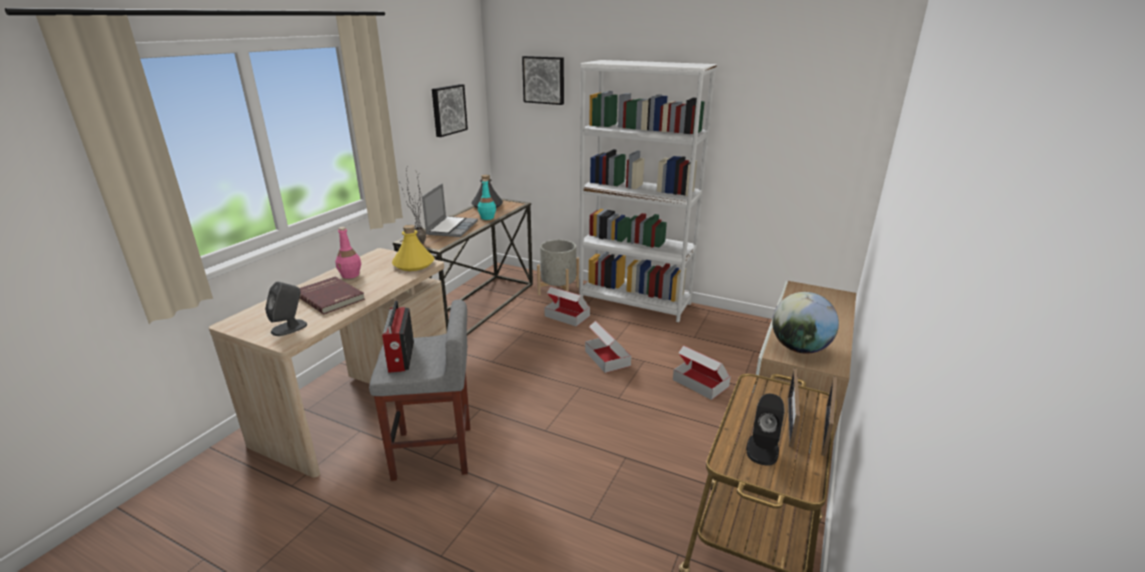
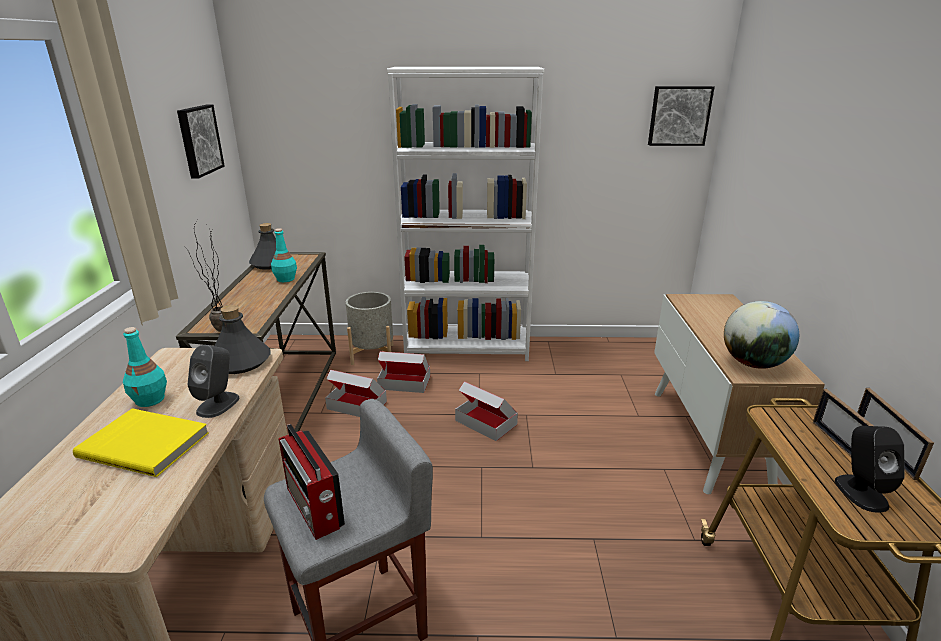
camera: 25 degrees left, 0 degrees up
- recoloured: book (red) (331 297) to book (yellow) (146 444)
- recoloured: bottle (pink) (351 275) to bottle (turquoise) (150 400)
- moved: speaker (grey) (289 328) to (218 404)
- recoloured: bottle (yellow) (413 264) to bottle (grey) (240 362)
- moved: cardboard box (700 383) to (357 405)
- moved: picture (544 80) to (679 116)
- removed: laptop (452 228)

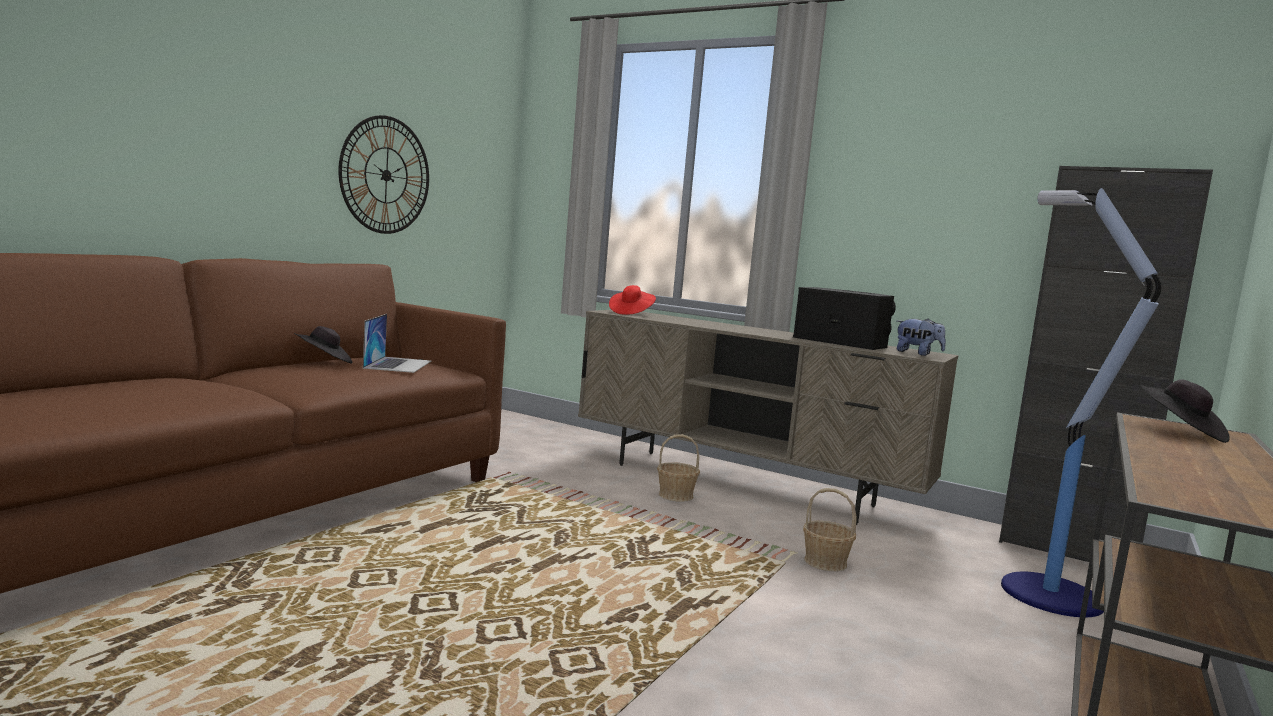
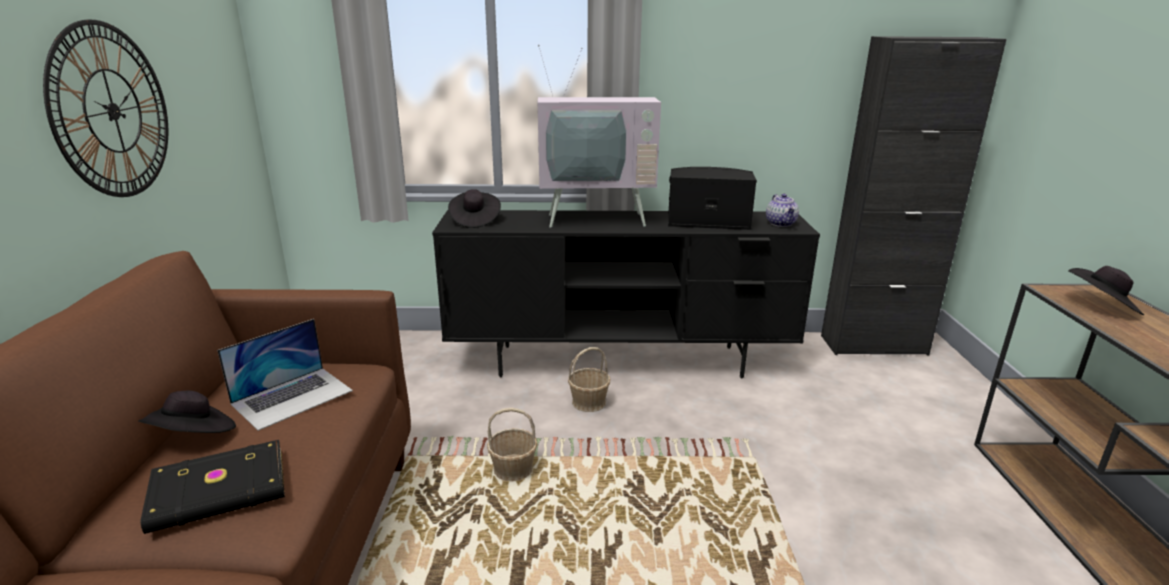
camera: 30 degrees left, 15 degrees up
- added: book (black) (220 491)
- turned: laptop (398 364) = (293 397) 75 degrees clockwise
- recoloured: tv stand (beige) (743 485) to tv stand (black) (621 361)
- recoloured: hat (red) (631 313) to hat (black) (474 220)
- moved: basket (825 562) to (513 469)
- added: television (596 217)
- replaced: plush toy (917 354) to teapot (781 223)
- removed: floor lamp (1047 593)

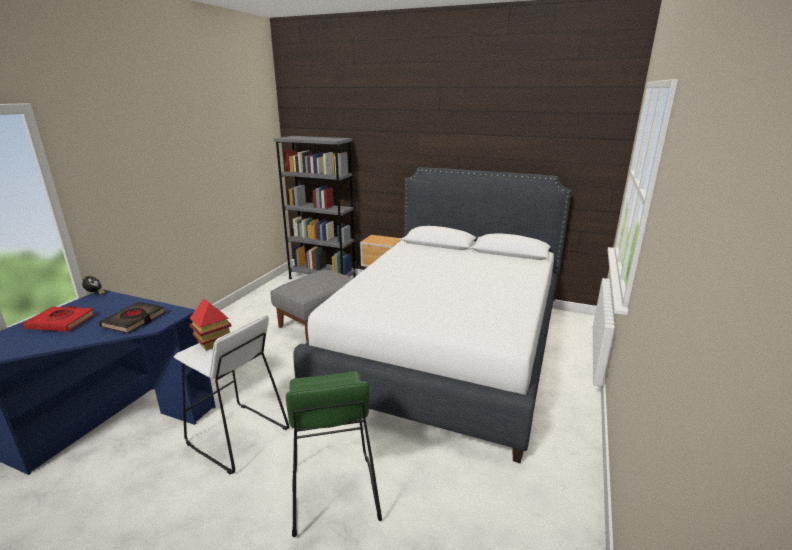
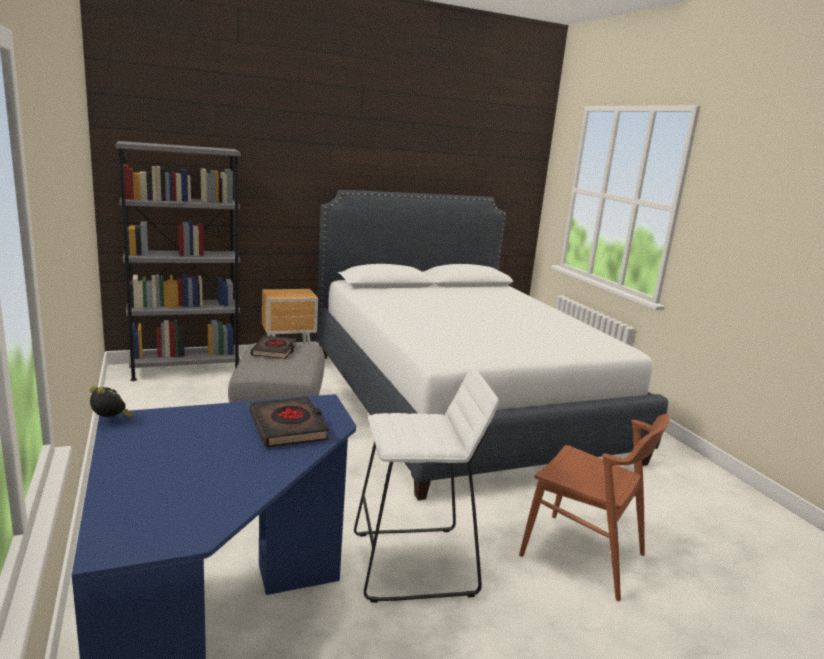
camera: 45 degrees left, 5 degrees down
- added: book (black) (274 351)
- replaced: stool (green) (333 494) to chair (brown) (583 555)
- removed: book (red) (61 322)
- removed: toy house (213 342)

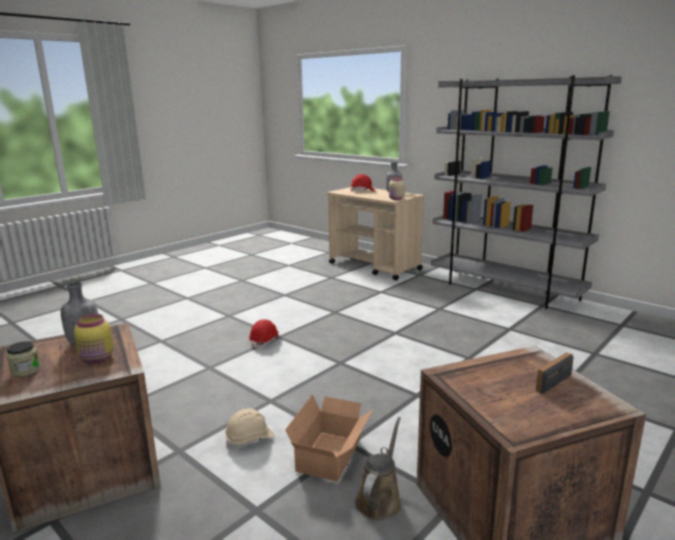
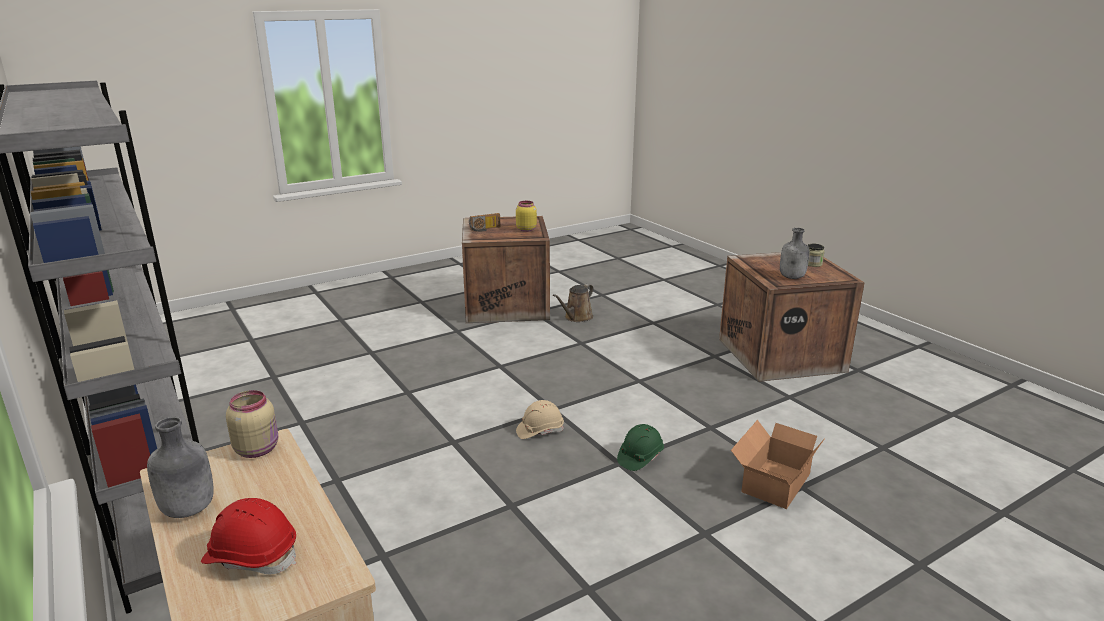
camera: 165 degrees left, 5 degrees up
- moved: jar (yellow) (97 359) to (526 229)
- moved: hard hat (beige) (250 439) to (539 431)
- recoloured: hard hat (red) (265 341) to hard hat (green) (640 457)
- moved: cardboard box (332 455) to (772 483)

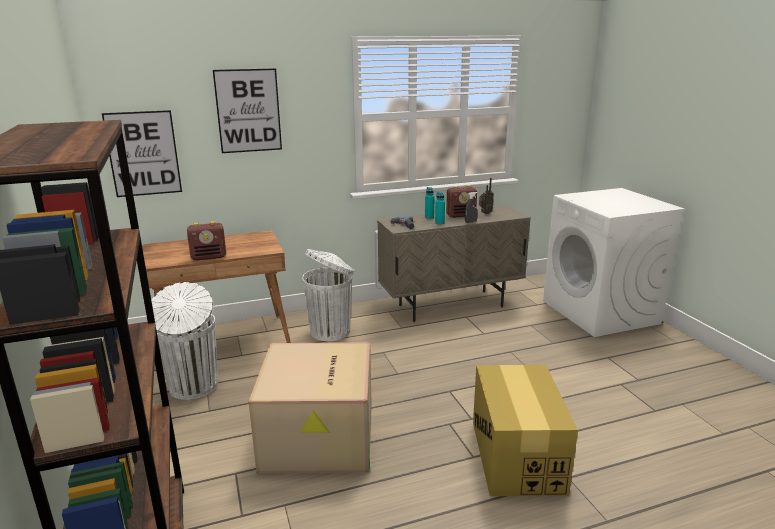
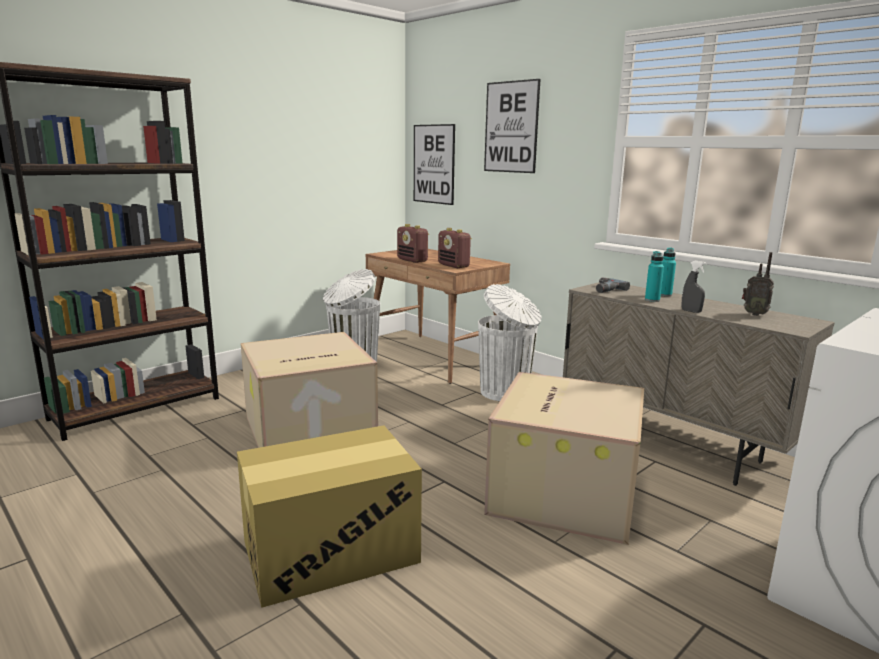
camera: 65 degrees right, 5 degrees down
- moved: radio (461 215) to (454 266)
- added: cardboard box (562 491)

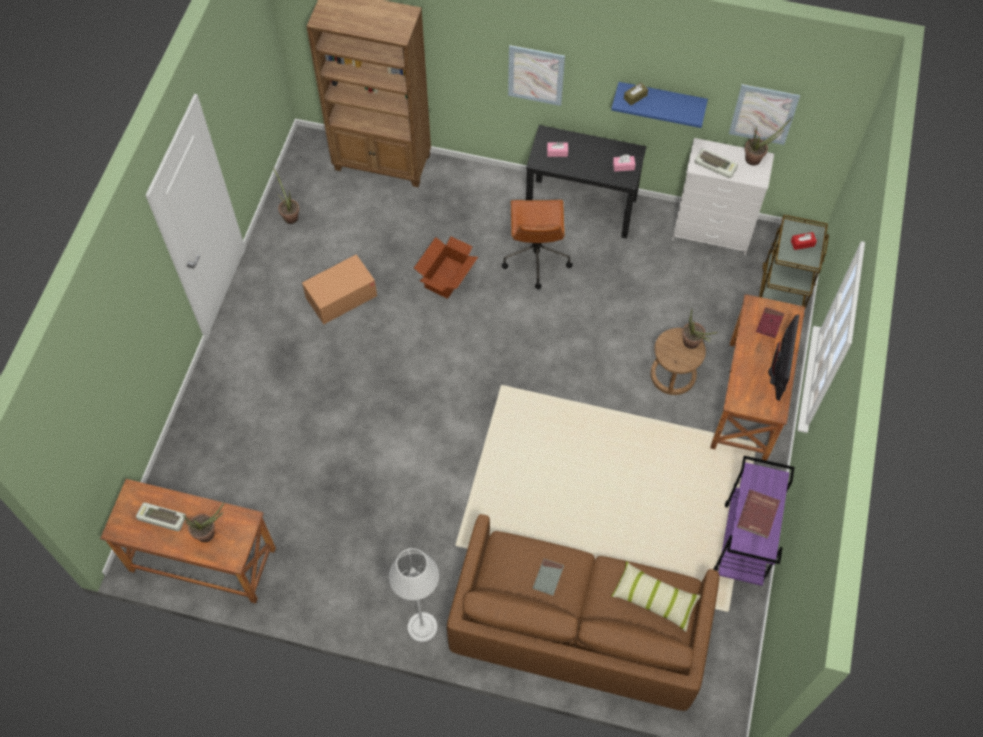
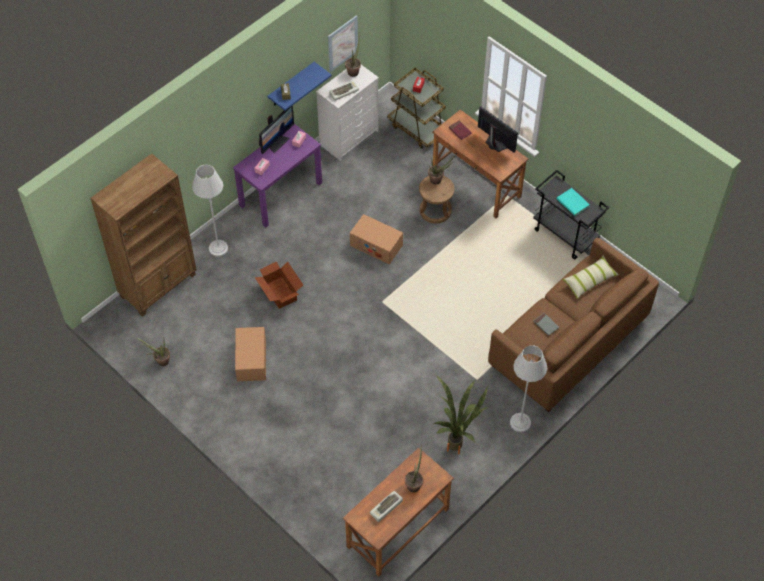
camera: 60 degrees left, 5 degrees down
- added: floor lamp (grey) (218 248)
- recoloured: desk (black) (581 207) to desk (purple) (281 194)
- added: monitor (277 143)
- added: cardboard box (376 245)
- added: potted plant (457 443)
- recoloured: cart (purple) (743 544) to cart (black) (565 235)
- recoloured: book (red) (759 515) to book (turquoise) (573 202)
- removed: office chair (brown) (536 258)
- removed: picture (536 75)

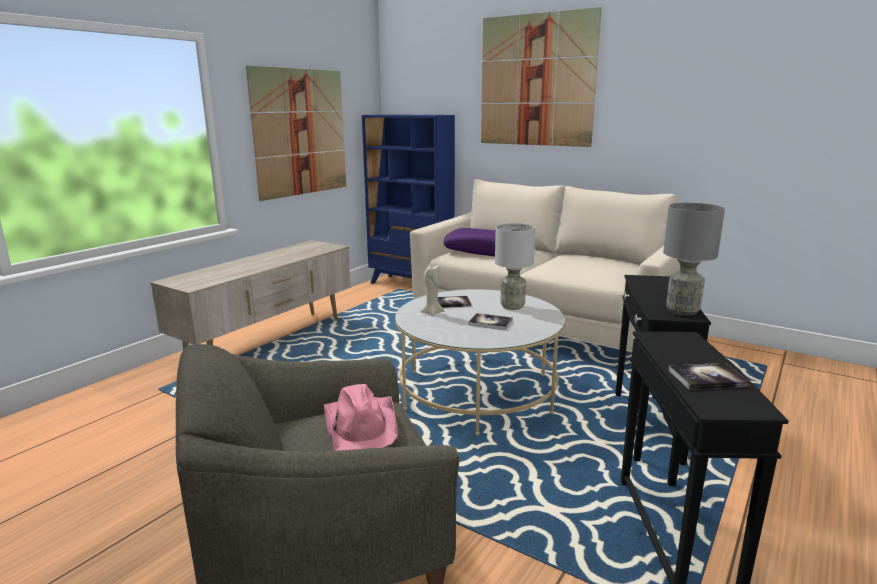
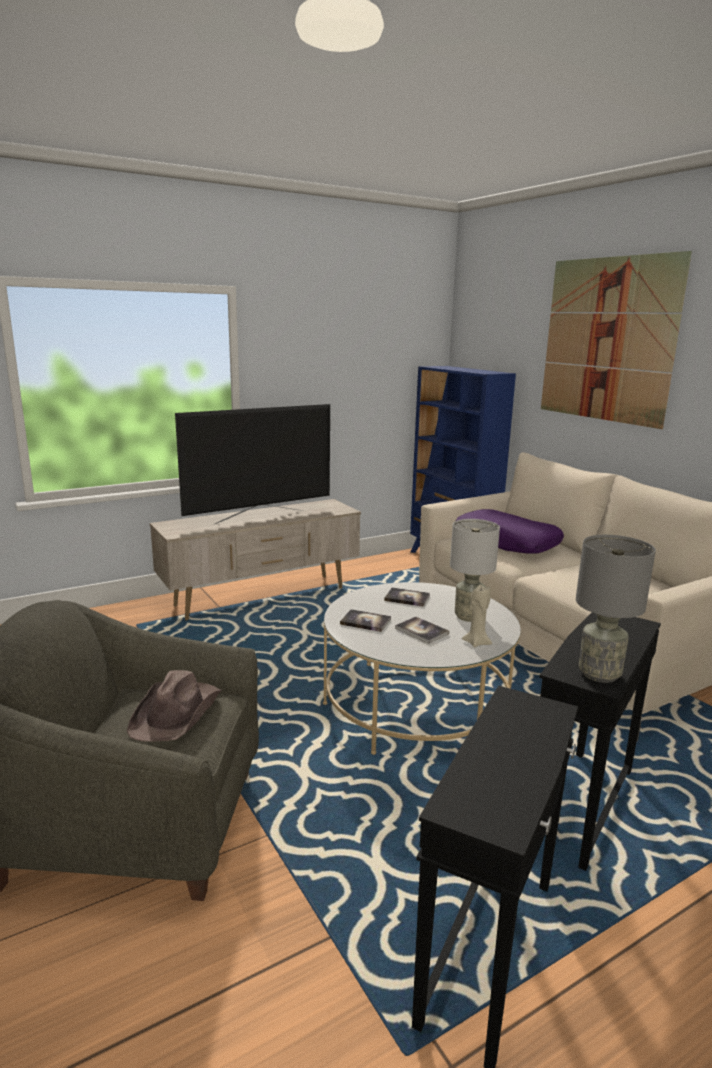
camera: 25 degrees right, 0 degrees up
- recoloured: hat (pink) (361 425) to hat (brown) (177 712)
- added: television (259 517)
- moved: book (707 378) to (365 622)
- moved: candle (beige) (432 313) to (476 643)
- removed: picture (301 132)

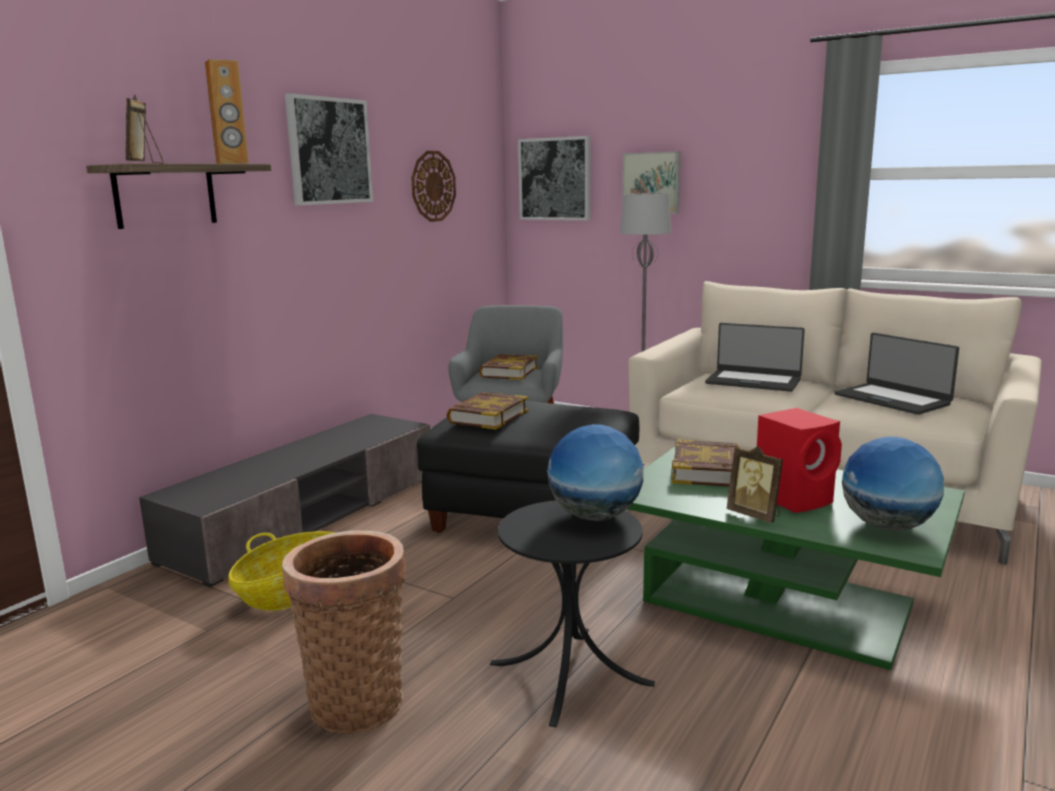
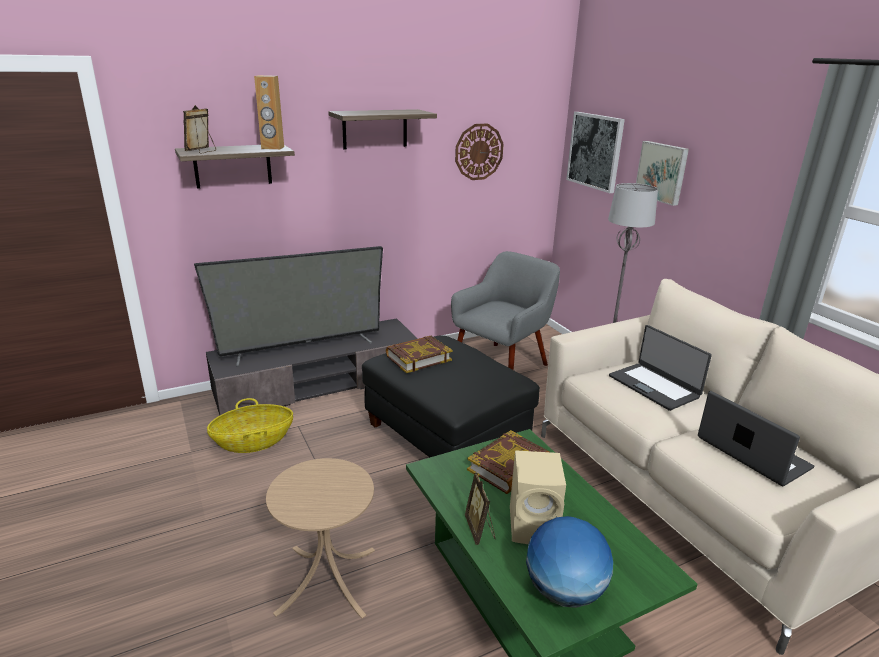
camera: 30 degrees right, 10 degrees up
- added: television (302 347)
- recoloured: side table (black) (570 673) to side table (beige) (327 580)
- replaced: picture (329 151) to shelf (375 129)
- recoloured: speaker (red) (795 498) to speaker (beige) (535 526)
- turned: laptop (892 399) = (752 453) 150 degrees clockwise
- removed: basket (356 700)
- removed: book (508 372)
- removed: globe (594 516)

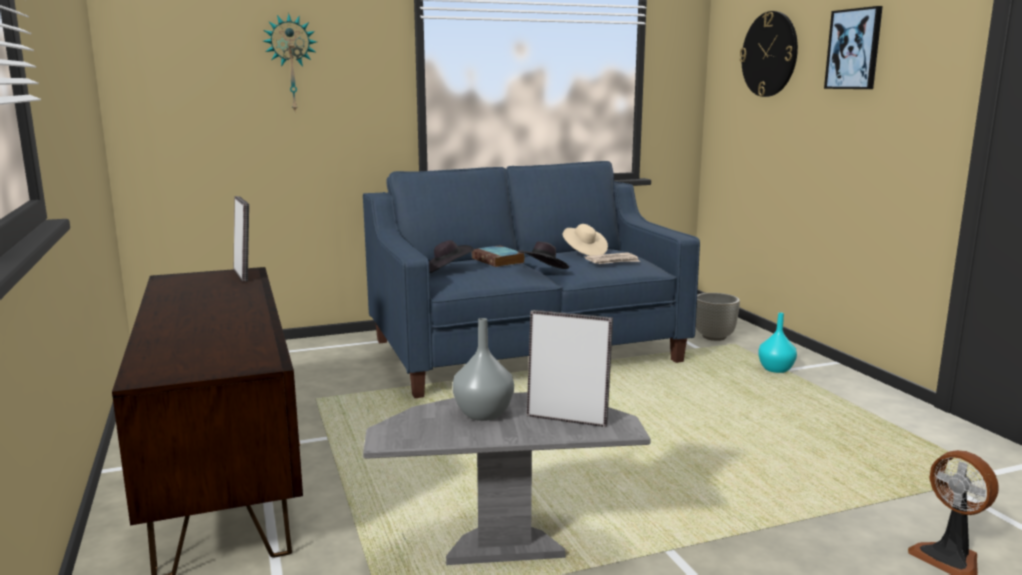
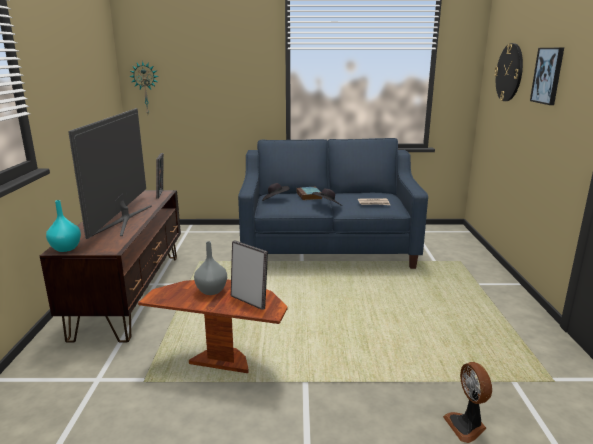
camera: 20 degrees right, 5 degrees up
- moved: vase (turquoise) (776 370) to (66 248)
- added: television (123 219)
- moved: wall clock (291 63) to (146 88)
- recoloured: side table (grey) (504 551) to side table (brown) (222 362)
- removed: hat (beige) (584 252)
- removed: planter (grey) (714 337)

